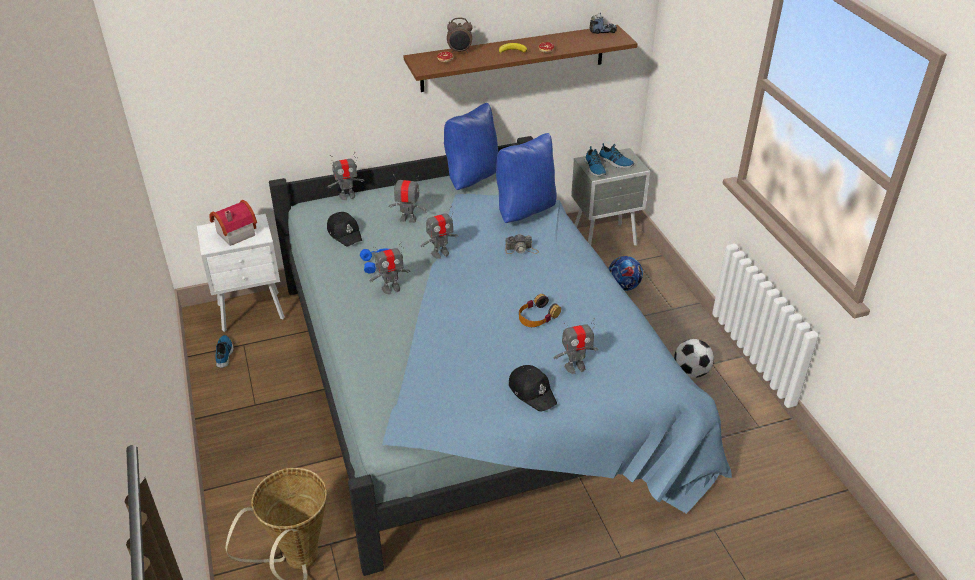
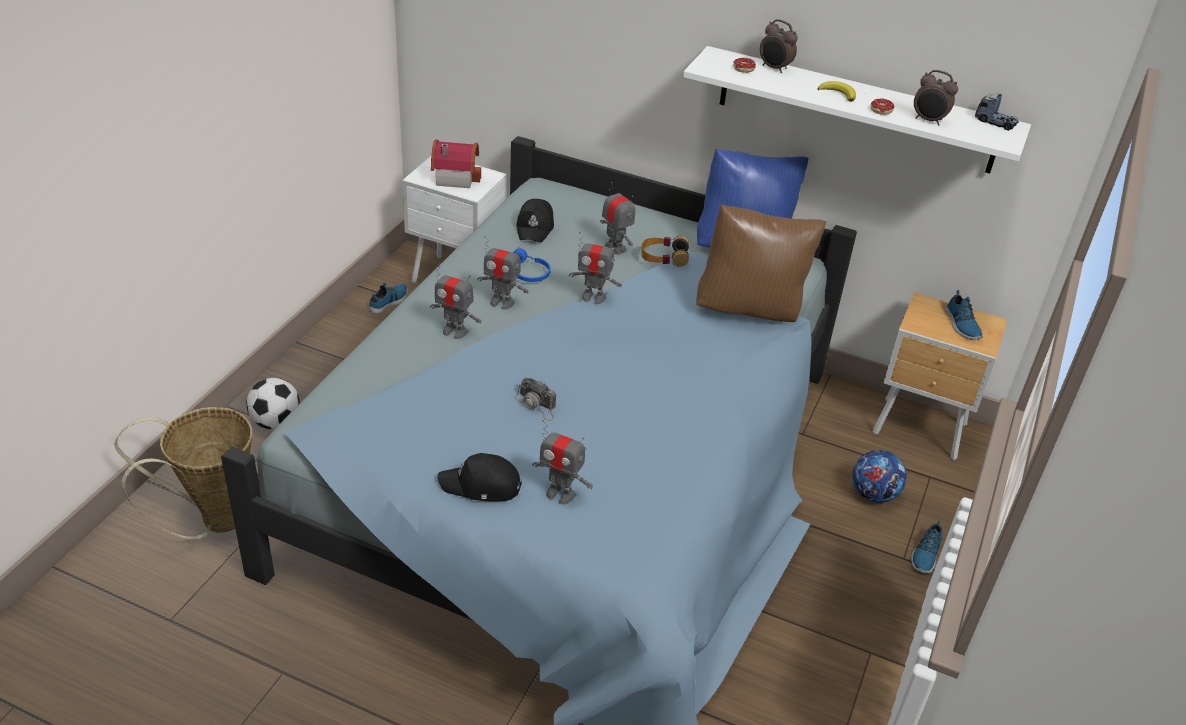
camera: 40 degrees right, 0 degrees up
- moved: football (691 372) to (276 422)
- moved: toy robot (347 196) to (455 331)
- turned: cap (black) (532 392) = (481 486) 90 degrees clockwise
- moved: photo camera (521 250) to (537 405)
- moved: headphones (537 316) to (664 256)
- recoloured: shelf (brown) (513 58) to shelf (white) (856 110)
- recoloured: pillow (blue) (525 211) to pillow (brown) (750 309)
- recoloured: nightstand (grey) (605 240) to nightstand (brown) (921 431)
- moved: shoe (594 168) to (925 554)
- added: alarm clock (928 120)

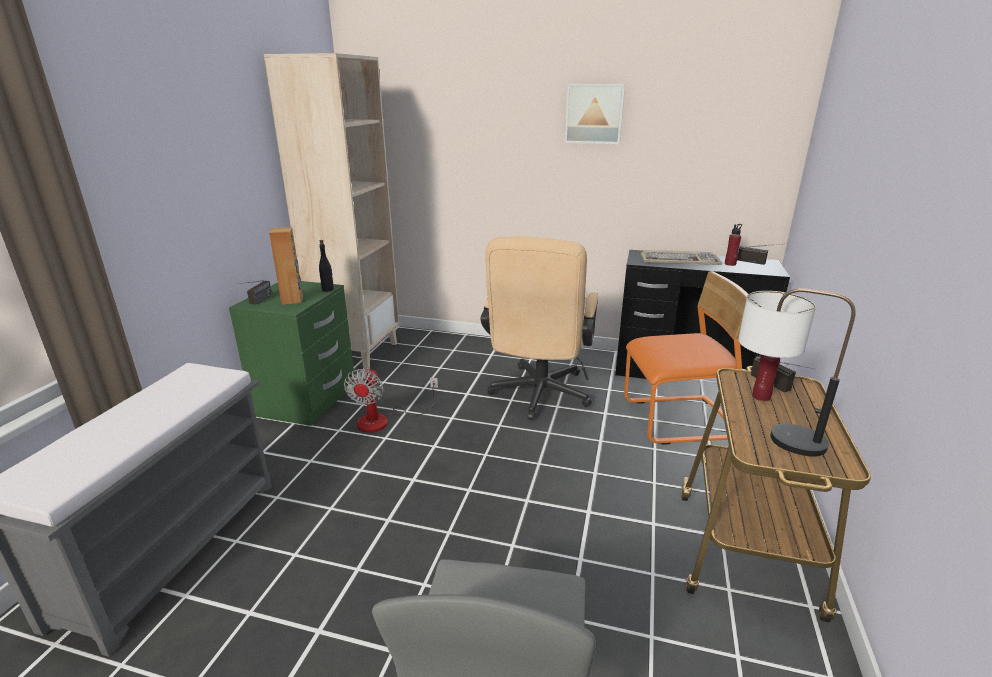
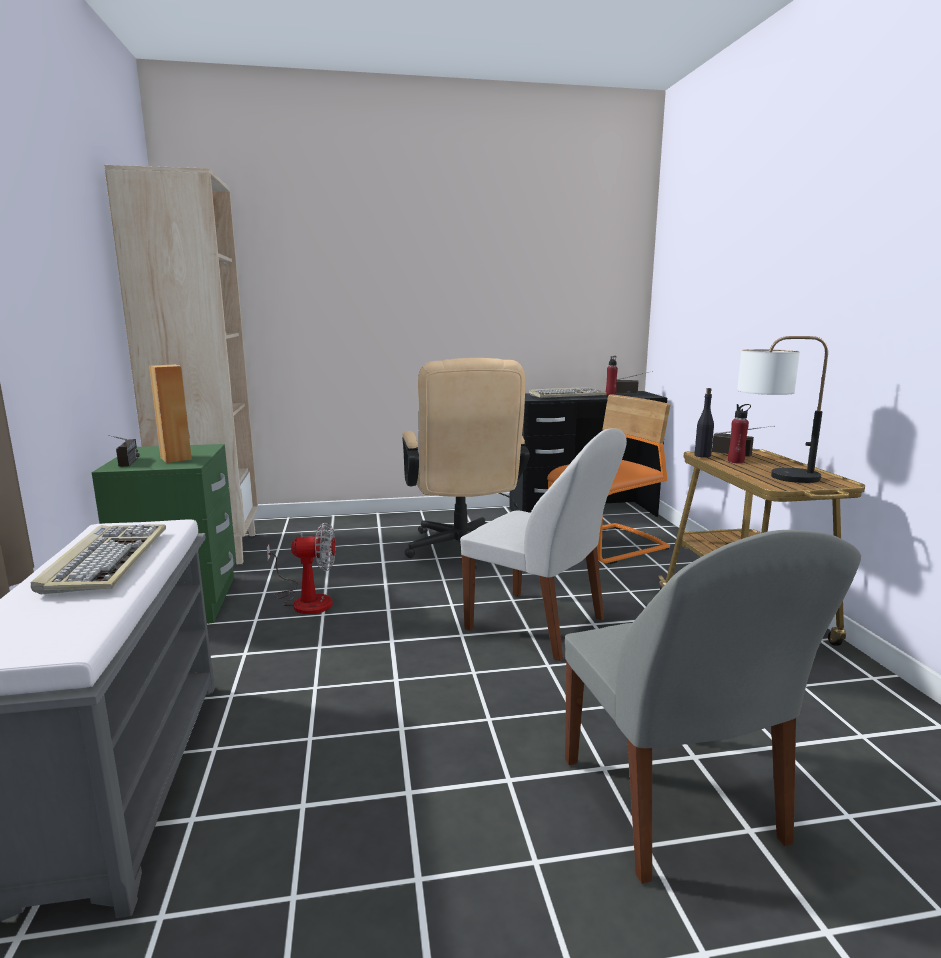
camera: 25 degrees left, 10 degrees down
- added: keyboard (106 561)
- turned: fan (384 420) = (305 600) 75 degrees counterclockwise
- added: chair (white) (539 626)
- moved: bottle (black) (328 289) to (702 455)
- removed: picture (594 113)

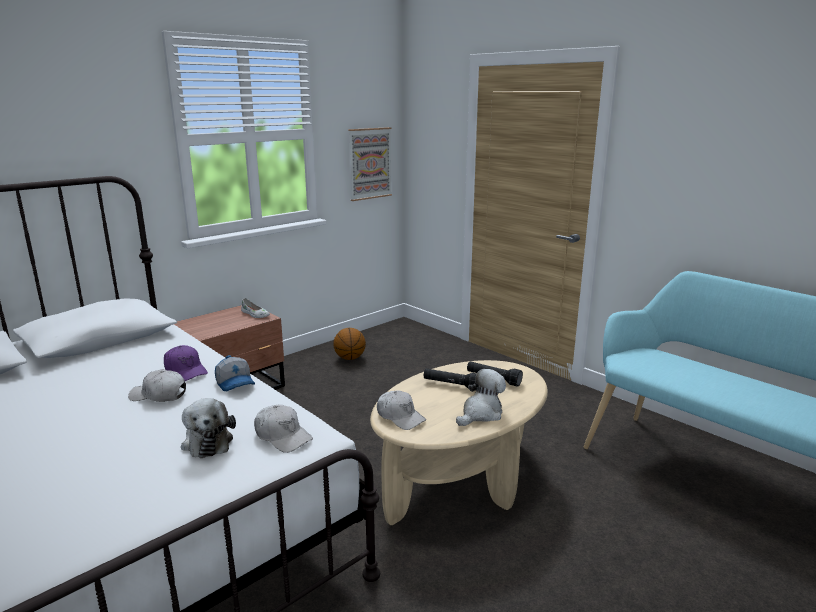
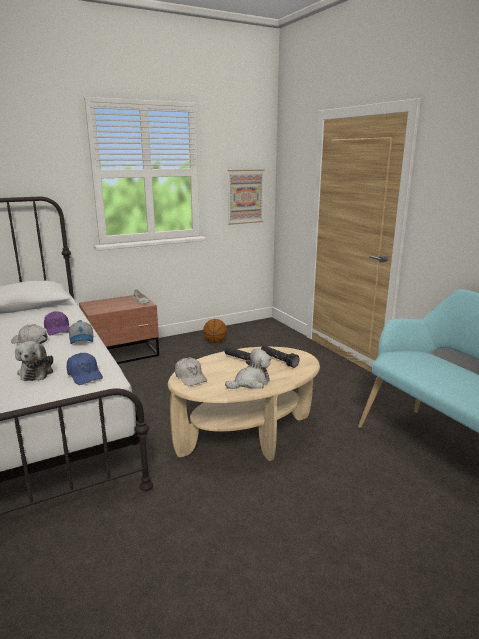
camera: 15 degrees right, 0 degrees up
- recoloured: cap (white) (283 436) to cap (blue) (85 375)

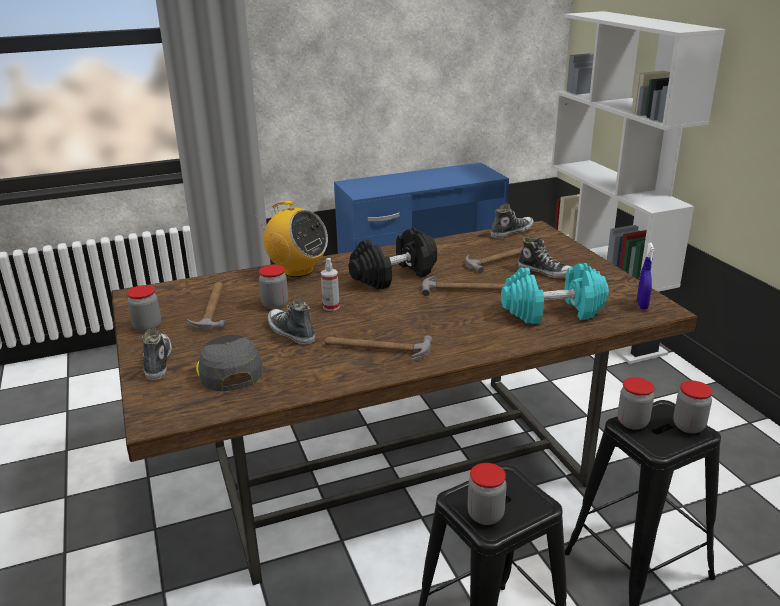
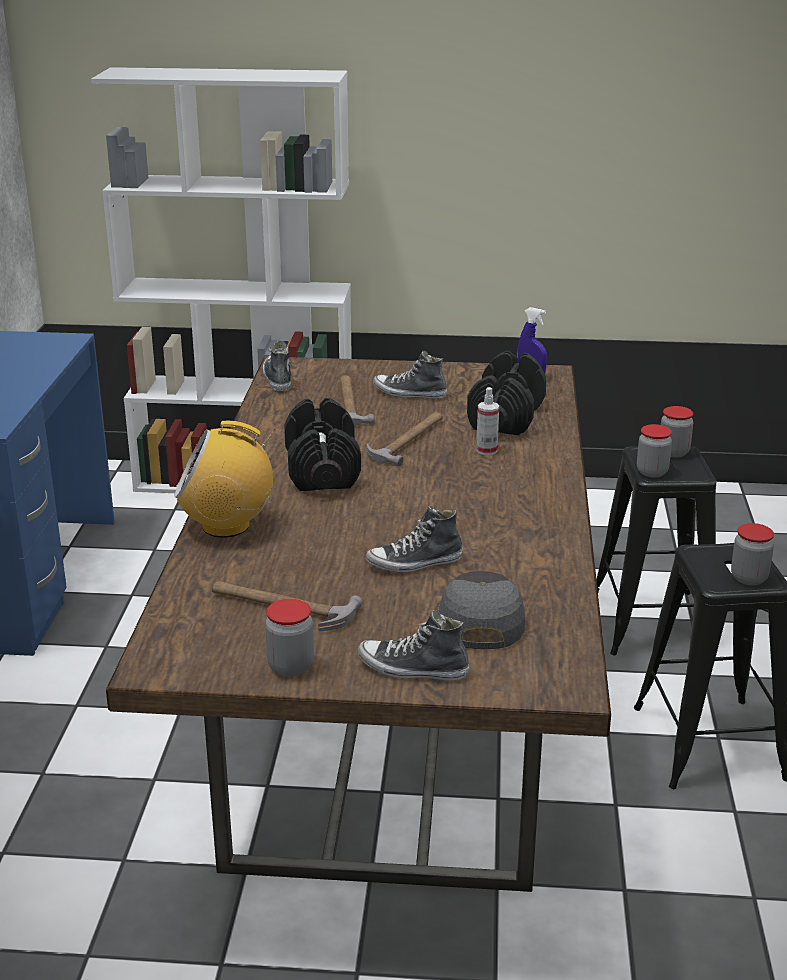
camera: 65 degrees left, 0 degrees up
- turned: radio (297 270) = (227 526) 150 degrees counterclockwise
- turned: shoe (545 272) = (409 393) 135 degrees counterclockwise
- turned: cap (grey) (228 370) = (480 620) 90 degrees clockwise
- recoloured: dumbbell (turquoise) (552 312) to dumbbell (black) (506 417)
- moved: spray bottle (331 307) to (486 450)
- removed: jar (275 304)
- removed: hammer (377 349)

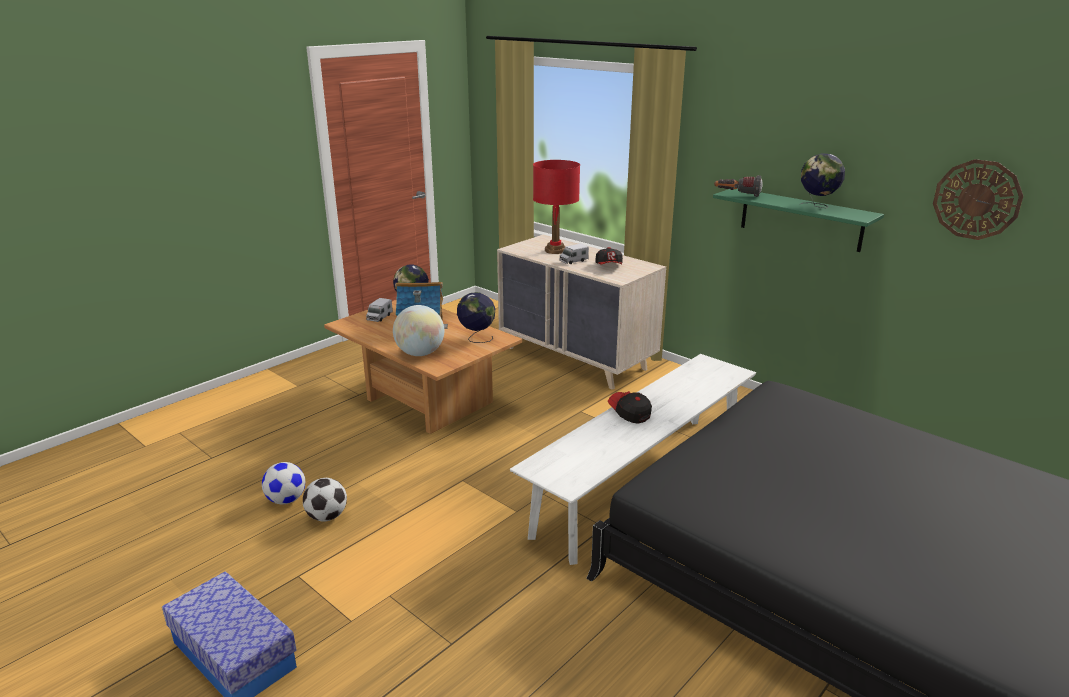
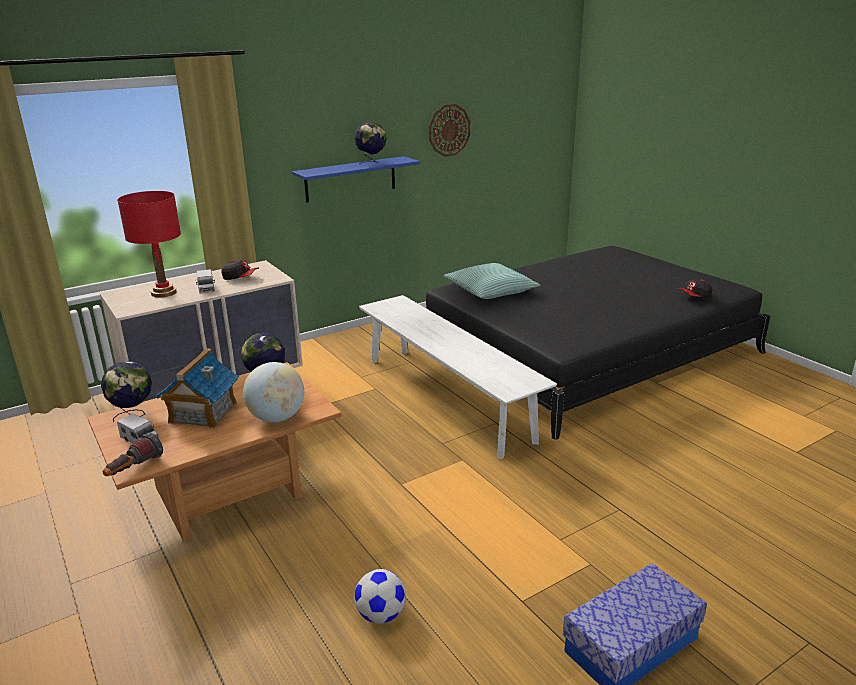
camera: 75 degrees left, 0 degrees up
- moved: flashlight (737 195) to (134 469)
- recoloured: shelf (green) (801 219) to shelf (blue) (350 179)
- added: pillow (490 290)
- moved: cap (629 413) to (694 296)
- removed: football (327 516)

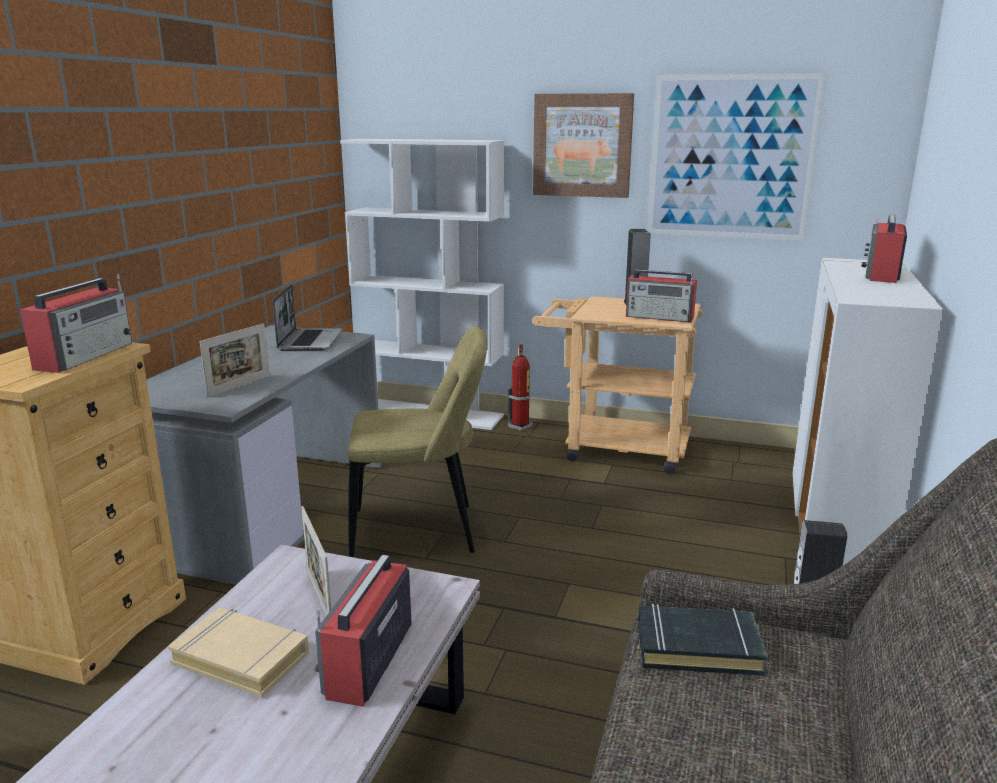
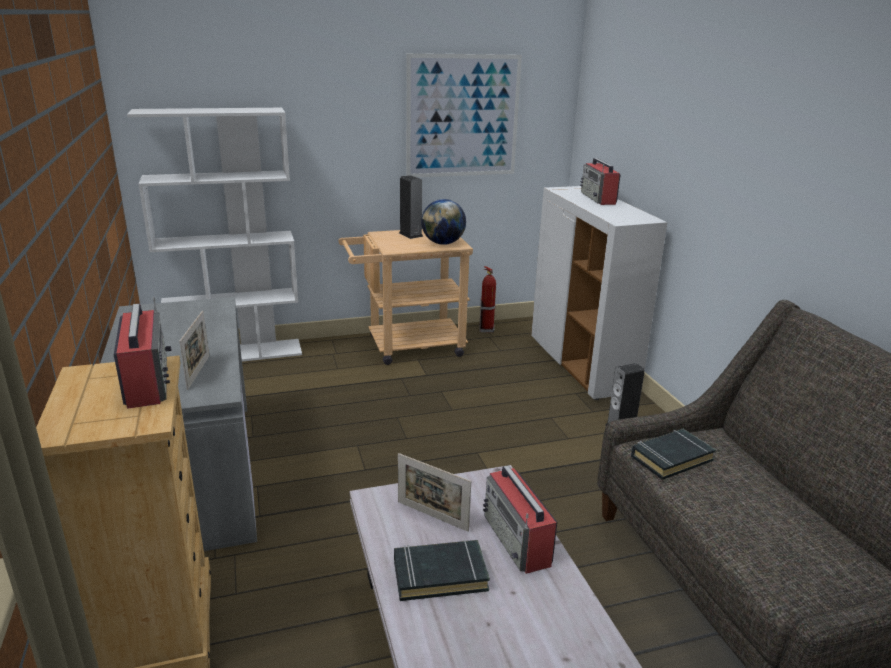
camera: 35 degrees left, 5 degrees up
- recoloured: book (beige) (241 658) to book (black) (440 575)
- replaced: radio (660 317) to globe (443 243)
- moved: fire extinguisher (520 426) to (486 329)
- removed: laptop (309 341)
- removed: chair (beige) (420 531)
- removed: picture (582 145)

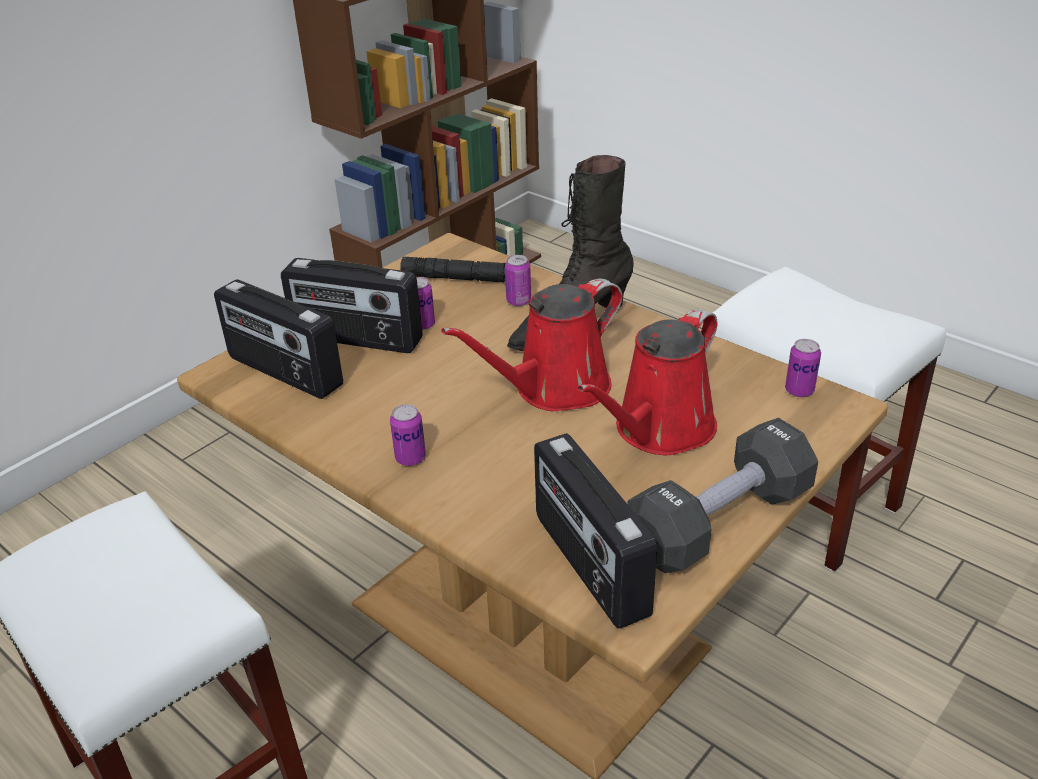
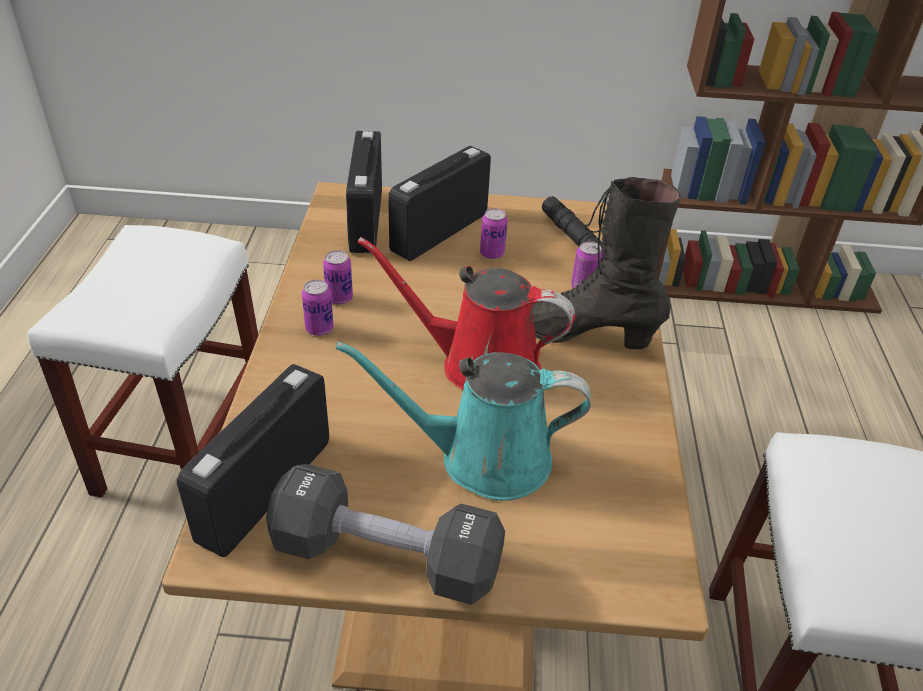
camera: 50 degrees right, 5 degrees up
- moved: can (799 390) to (339 298)
- recoloured: watering can (red) (659 430) to watering can (turquoise) (483 458)
- turned: radio (356 339) = (438 232) 60 degrees clockwise

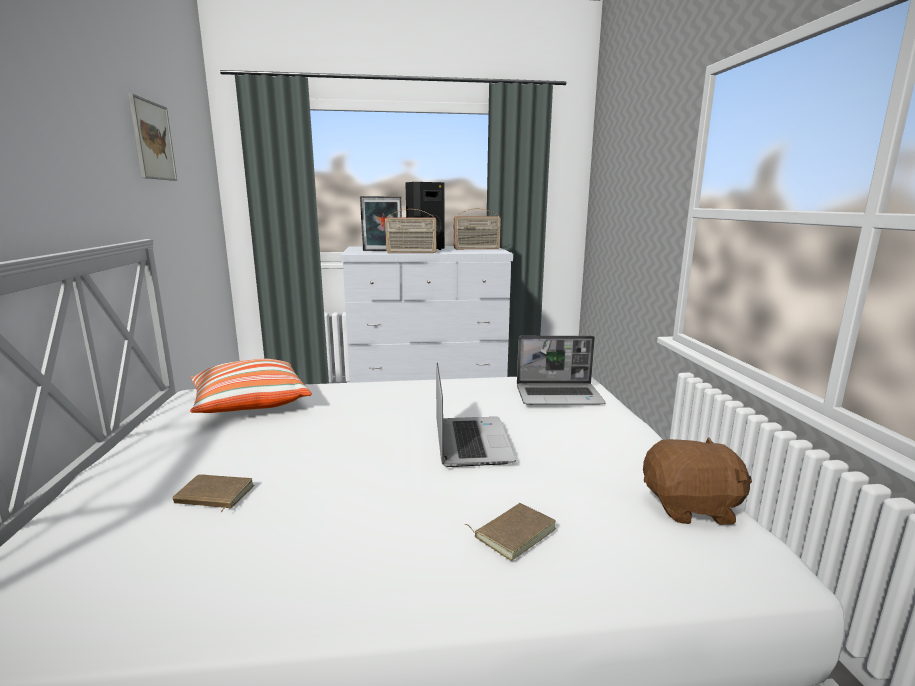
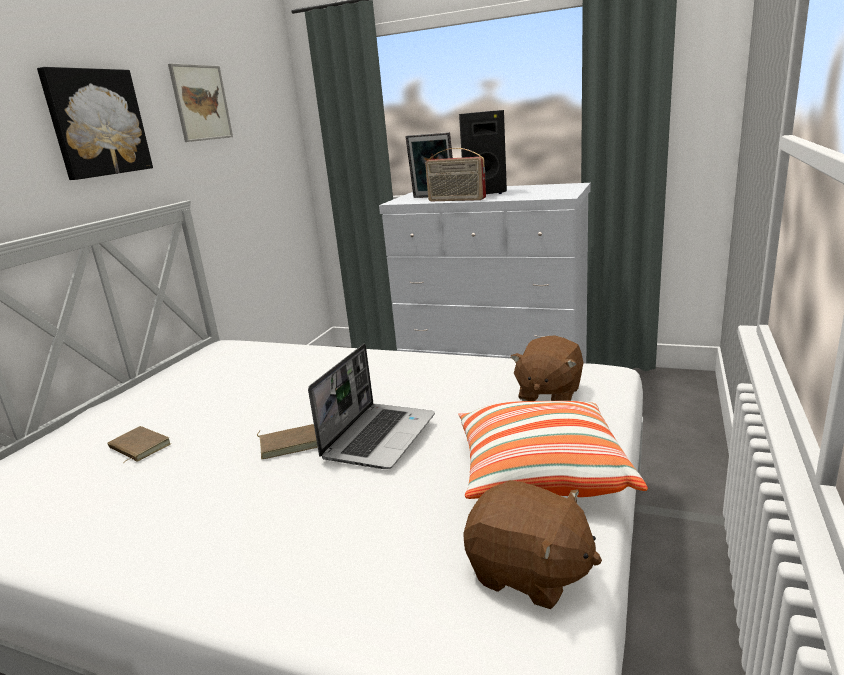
camera: 30 degrees right, 5 degrees up
- added: picture (96 123)
- moved: book (brown) (513 532) to (289 443)
- moved: pillow (250 404) to (540 473)
- replaced: laptop (559 396) to plush toy (brown) (548 393)
- removed: radio (476 249)

